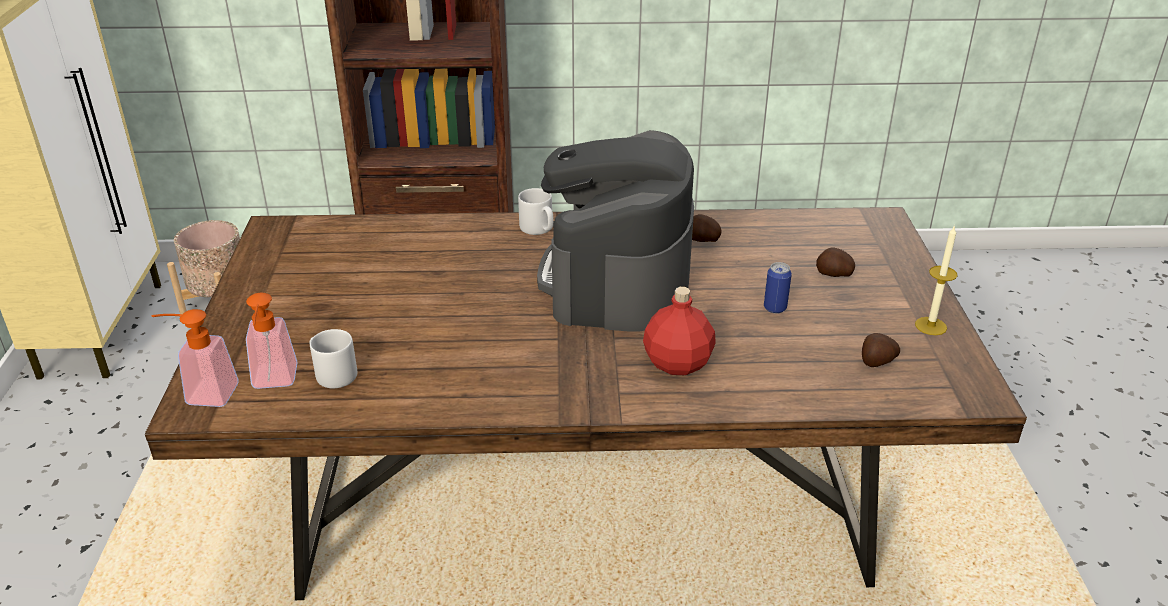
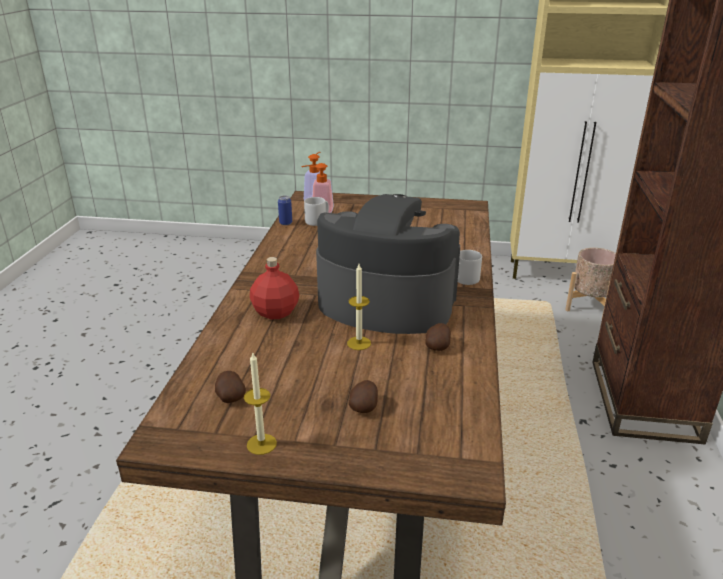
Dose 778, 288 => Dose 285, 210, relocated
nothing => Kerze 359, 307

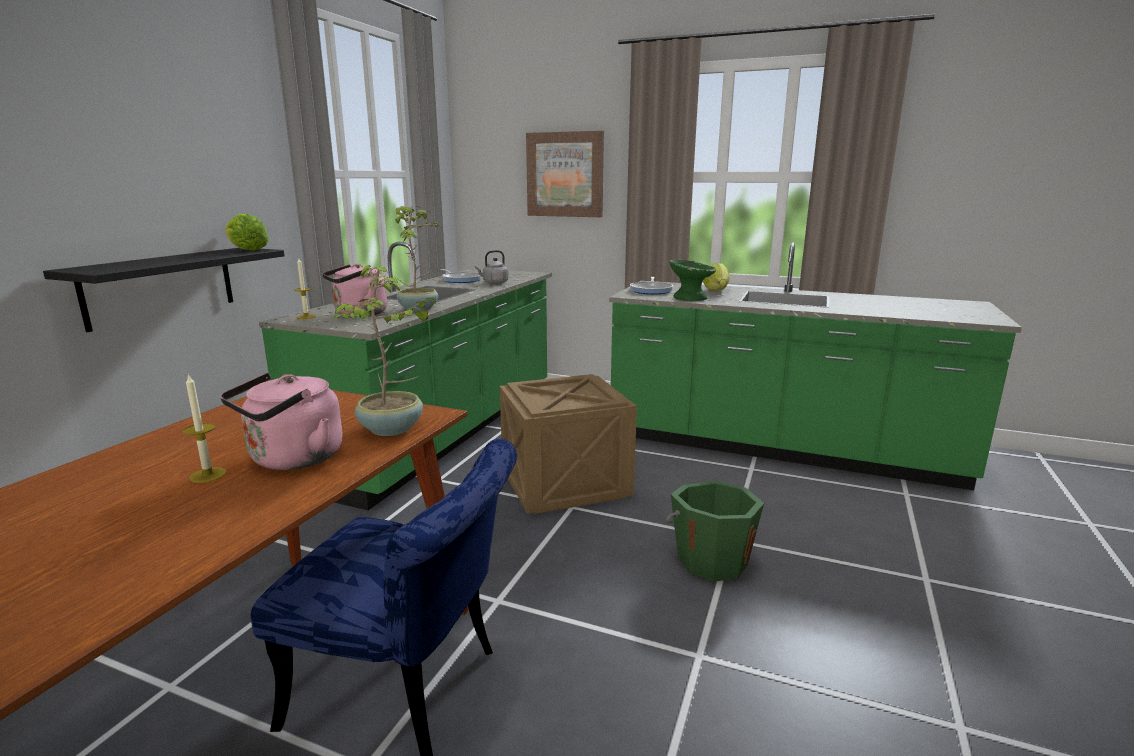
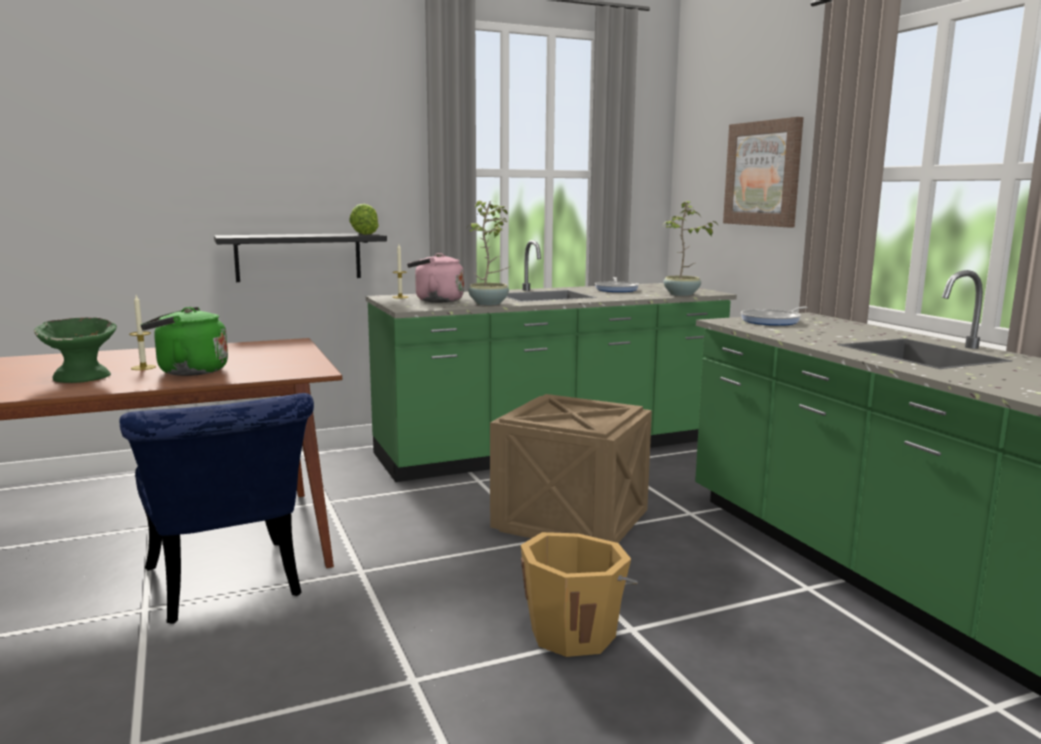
Wasserkessel [rosa] 281, 421 => Wasserkessel [grün] 184, 341
Topfpflanze 384, 350 => Topfpflanze 690, 248, relocated
Wasserkessel [grau] 492, 267 => nothing
Eimer [grün] 714, 531 => Eimer [orange] 579, 594
Schüssel [grün] 692, 280 => Schüssel [grün] 75, 350, relocated
Salatkopf 716, 277 => nothing

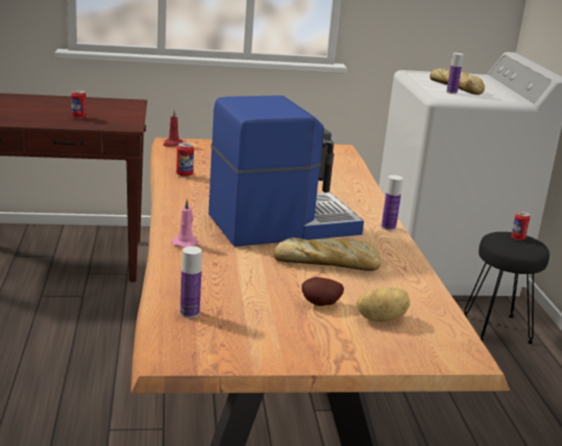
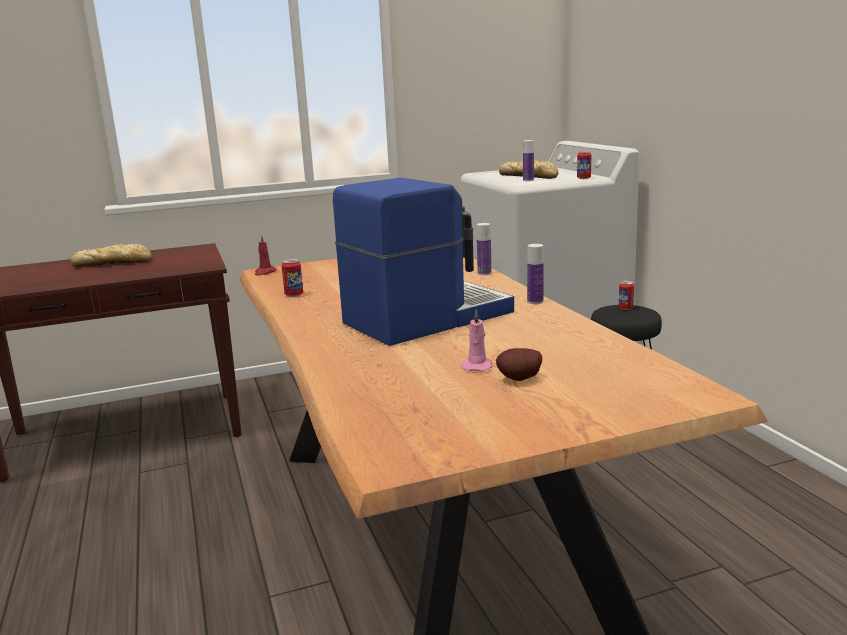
Dose 78, 104 => Dose 584, 165, relocated
Kerze [rosa] 185, 223 => Kerze [rosa] 476, 340, relocated
Flasche 191, 282 => Flasche 484, 249, relocated
Brot 327, 254 => Brot 111, 255, relocated
Kartoffel 383, 304 => nothing

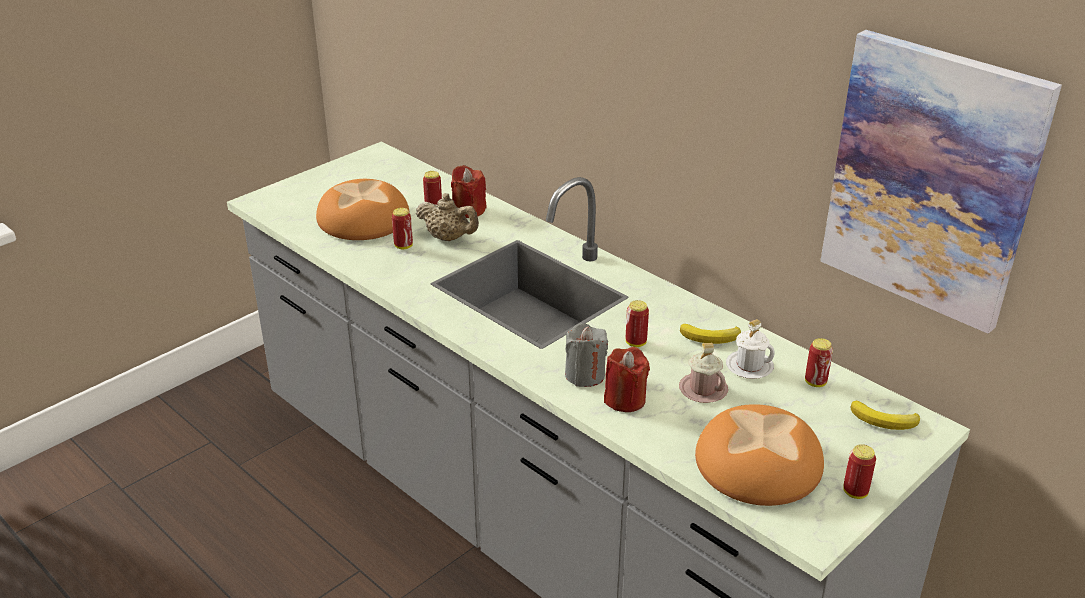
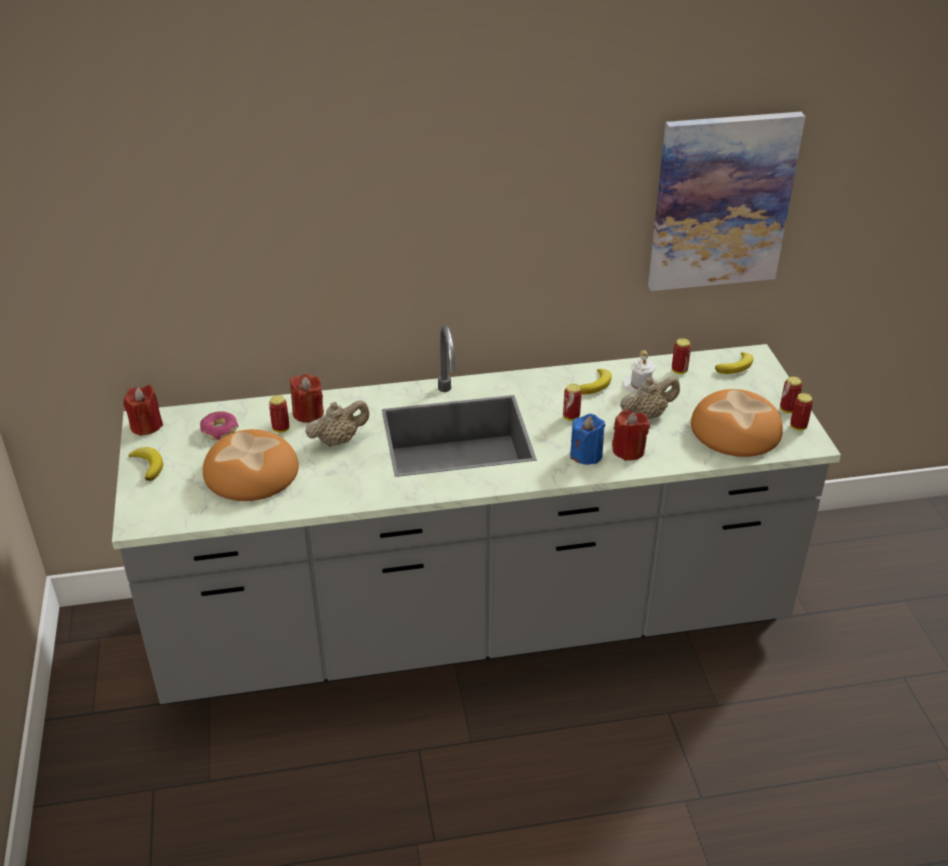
Dose 402, 228 => Dose 801, 412, relocated
Kerze [grau] 586, 355 => Kerze [blau] 588, 439
Henkelbecher [rosa] 703, 373 => Teekanne [beige] 650, 397
nothing => Kerze [rot] 143, 410
nothing => Banane 146, 464
nothing => Donut 219, 425

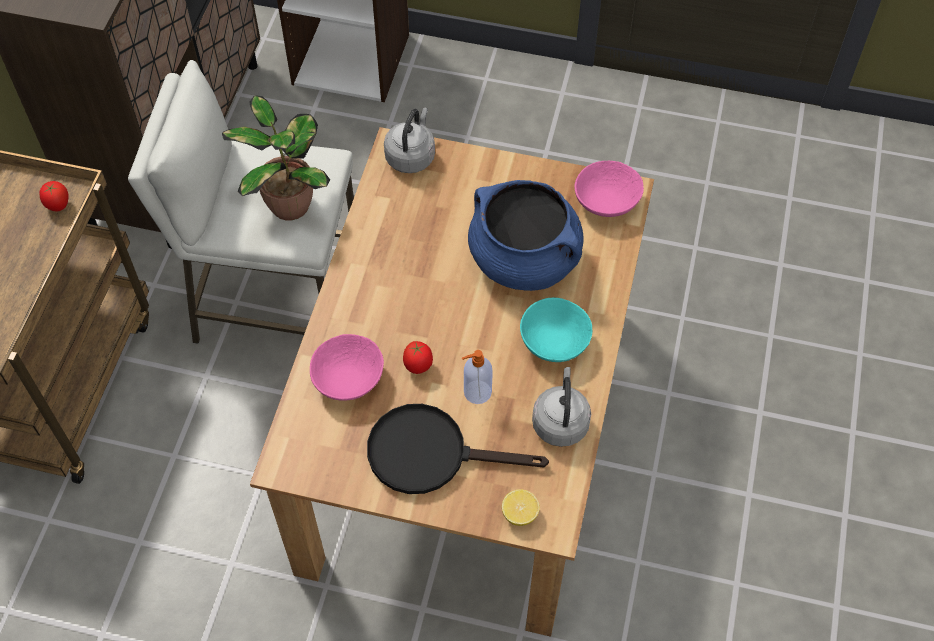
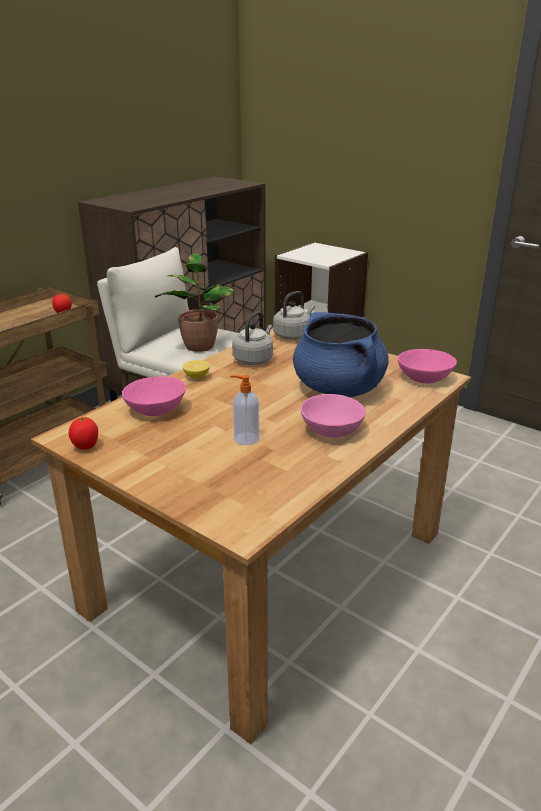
Pfanne [schwarz] 458, 449 => nothing
Tomate 418, 357 => Tomate 83, 433, relocated
Zitrone 521, 507 => Zitrone 196, 369, relocated
Schüssel [türkis] 556, 330 => Schüssel [rosa] 333, 415
Wasserkessel [grau] 561, 407 => Wasserkessel [grau] 252, 338, relocated

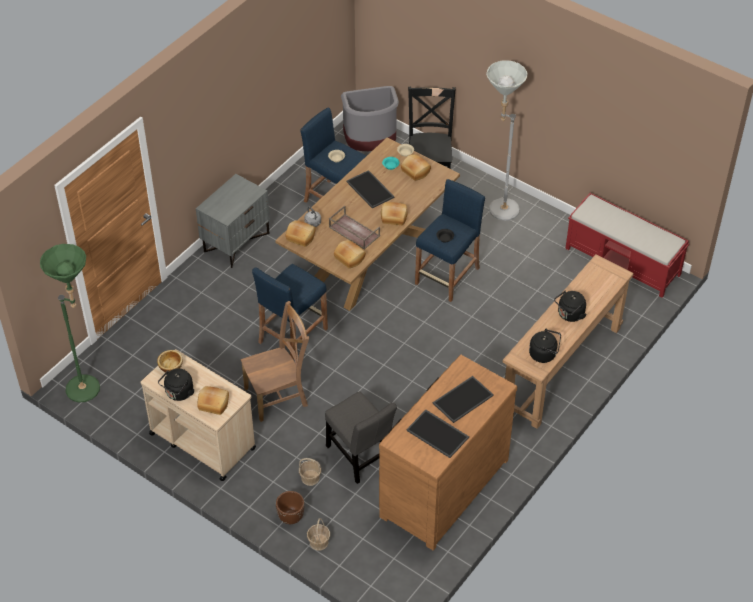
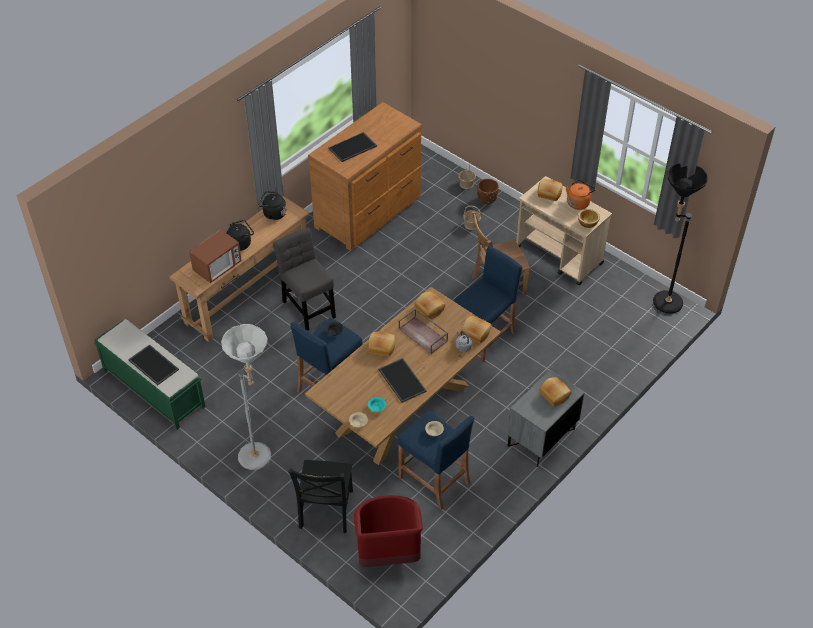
Stehlampe [grün] 70, 323 => Stehlampe [schwarz] 680, 238
Wasserkessel [schwarz] 176, 384 => Wasserkessel [orange] 581, 194
Stuhl [grau] 361, 437 => Stuhl [grau] 304, 279, relocated
Mülleimer [grau] 370, 118 => Mülleimer [rot] 388, 531
Brot 416, 167 => Brot 555, 391, relocated
Tablett 437, 434 => Tablett 153, 364, relocated
Bank [rot] 627, 245 => Bank [grün] 150, 374
nothing => Mikrowelle 215, 256

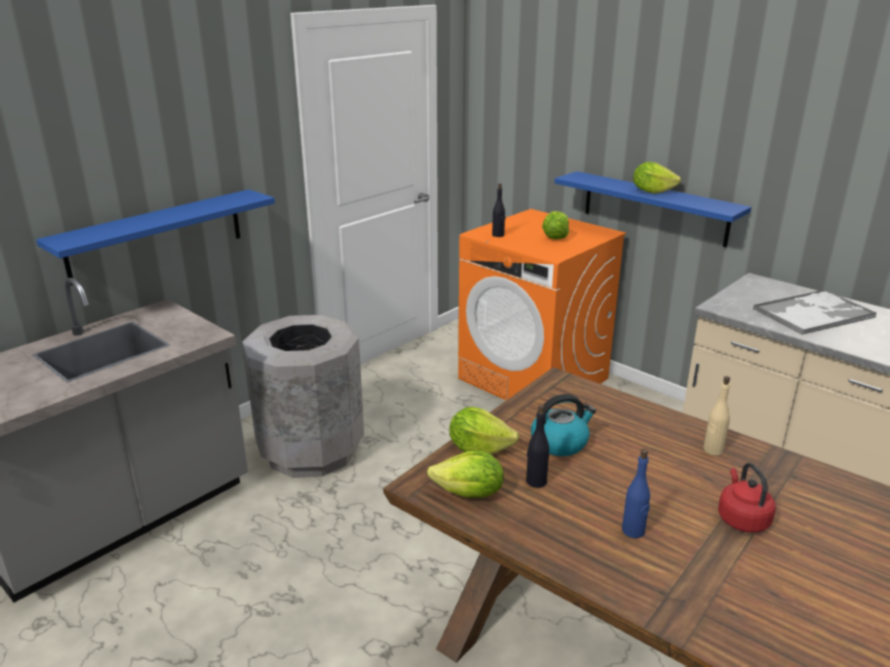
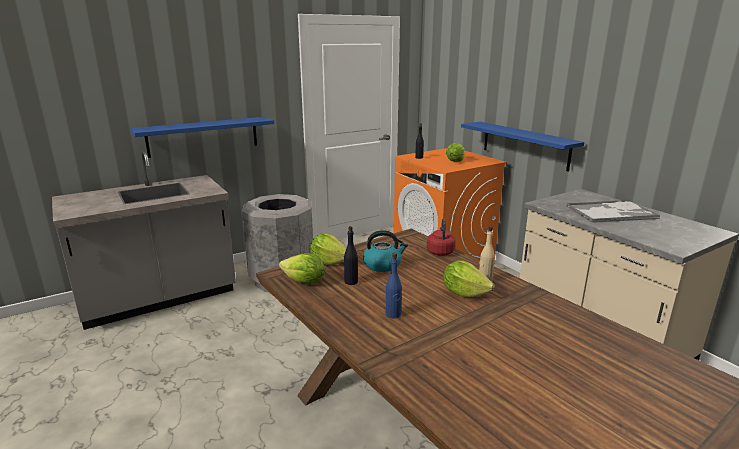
Salatkopf 657, 178 => Salatkopf 469, 278, relocated
Wasserkessel [rot] 747, 497 => Wasserkessel [rot] 441, 237, relocated

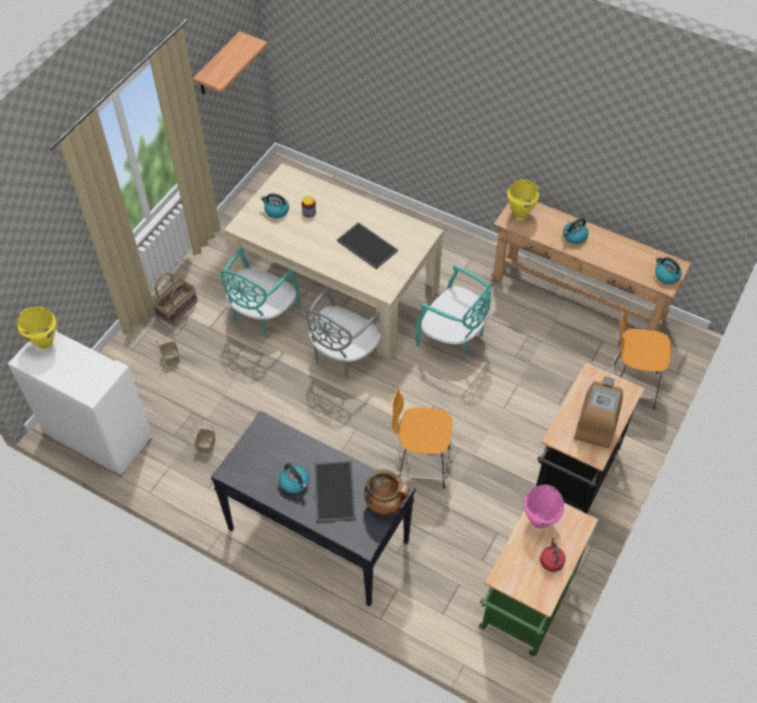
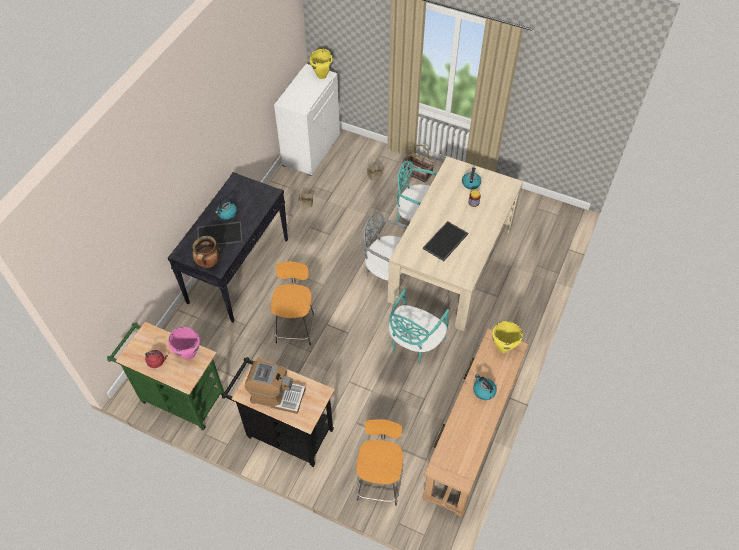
Wandregal 230, 63 => nothing
Wasserkessel 668, 270 => nothing

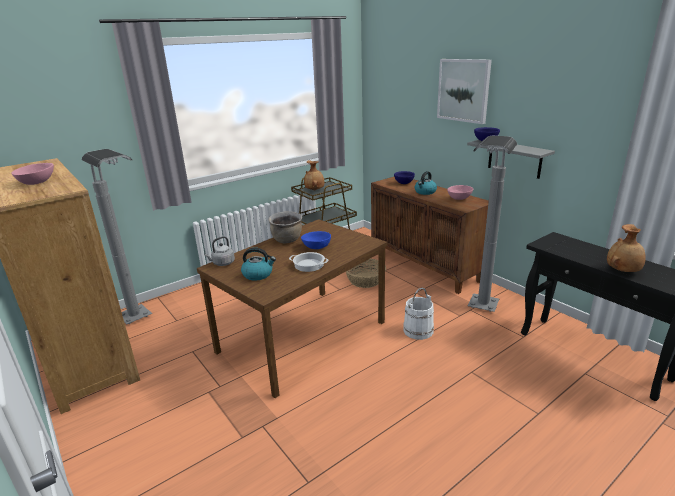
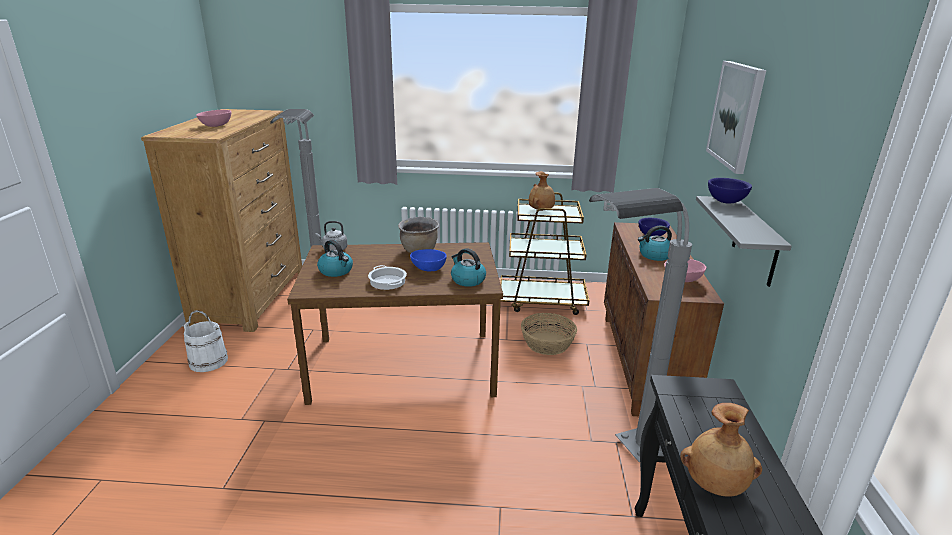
Eimer [weiß] 418, 313 => Eimer [weiß] 205, 341, relocated
nothing => Wasserkessel 468, 267

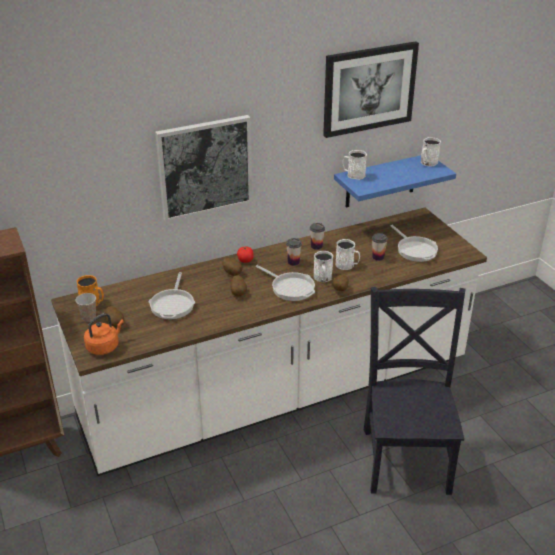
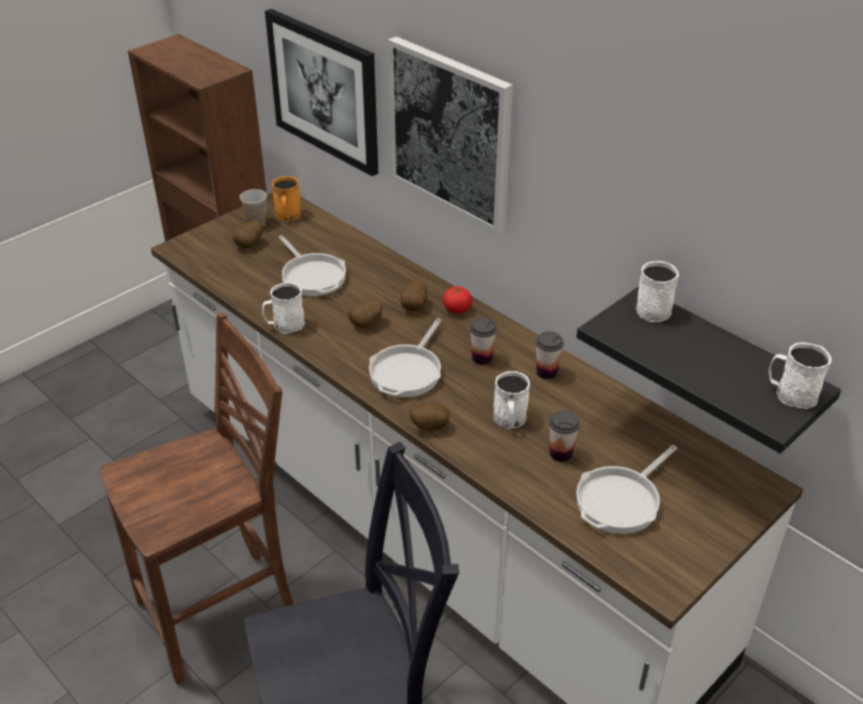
Wasserkessel [orange] 104, 334 => nothing
Pfanne 172, 295 => Pfanne 312, 265, 105 degrees counterclockwise
Henkelbecher [weiß] 323, 266 => Henkelbecher [weiß] 283, 308, relocated
Bild 371, 89 => Bild 321, 92, relocated
Wandregal [blau] 395, 181 => Wandregal [schwarz] 709, 370
nothing => Stuhl [braun] 197, 499

